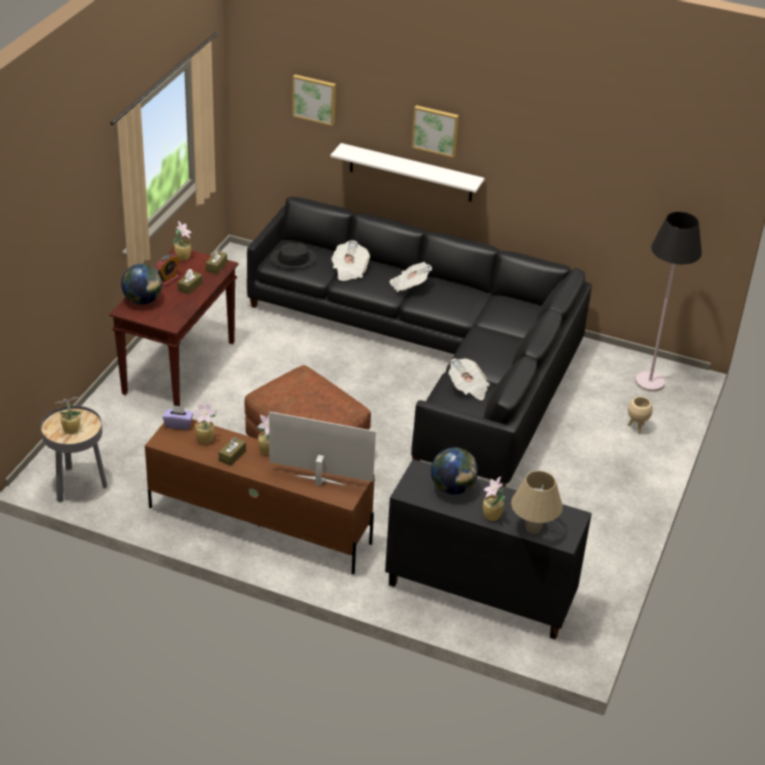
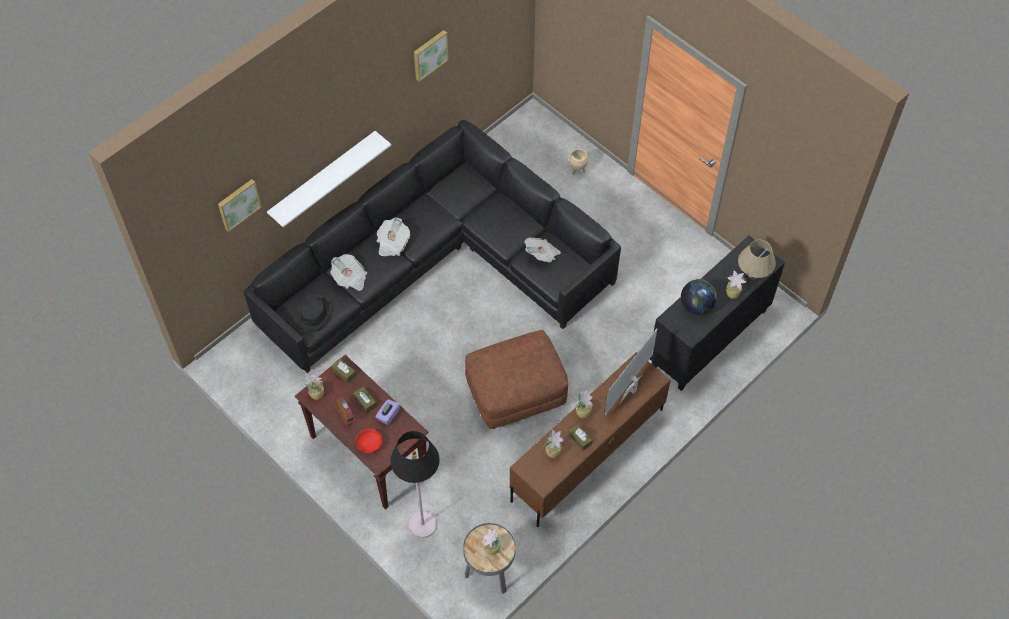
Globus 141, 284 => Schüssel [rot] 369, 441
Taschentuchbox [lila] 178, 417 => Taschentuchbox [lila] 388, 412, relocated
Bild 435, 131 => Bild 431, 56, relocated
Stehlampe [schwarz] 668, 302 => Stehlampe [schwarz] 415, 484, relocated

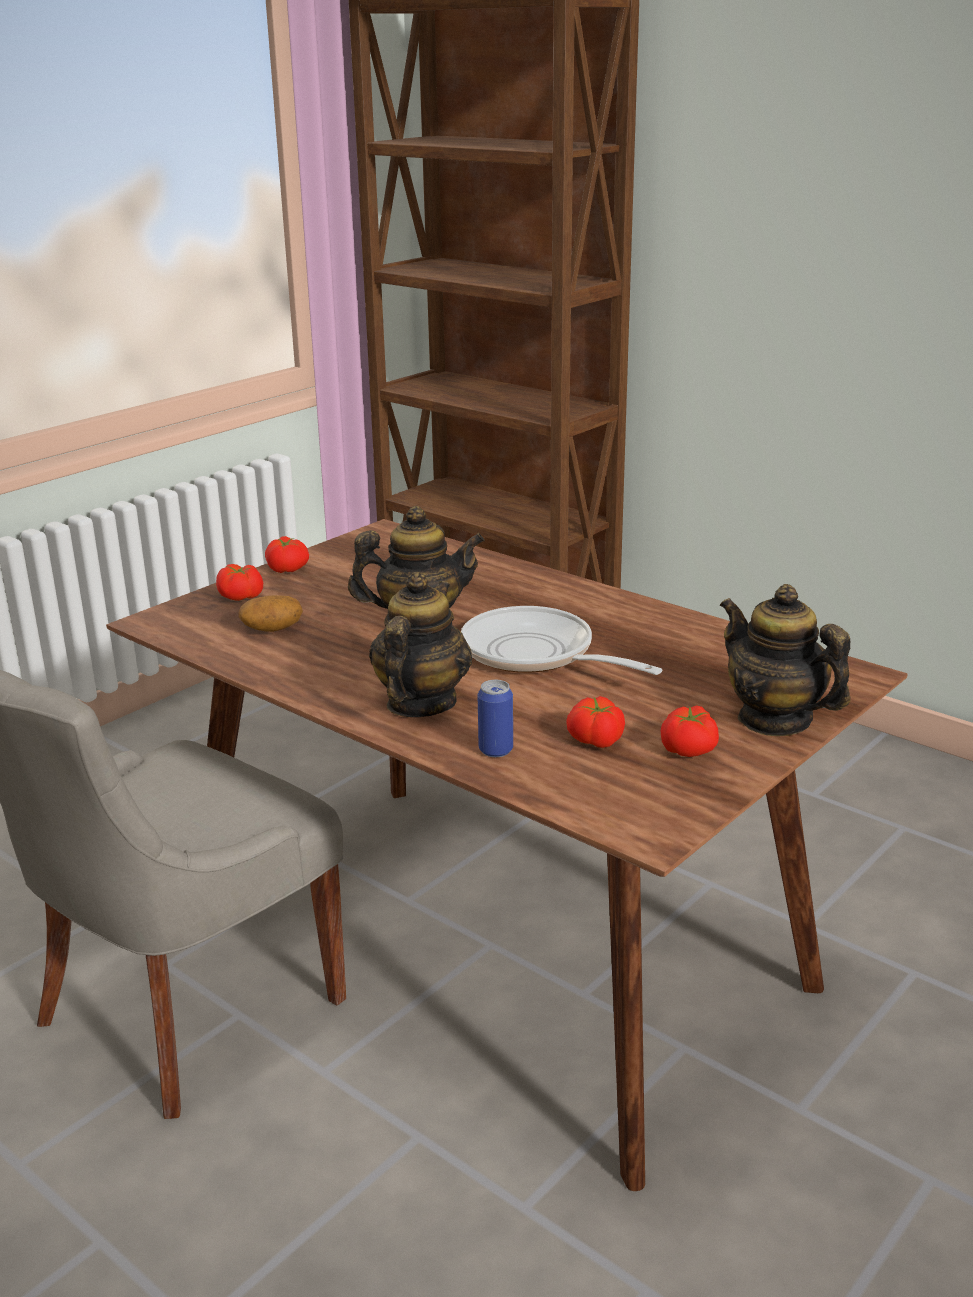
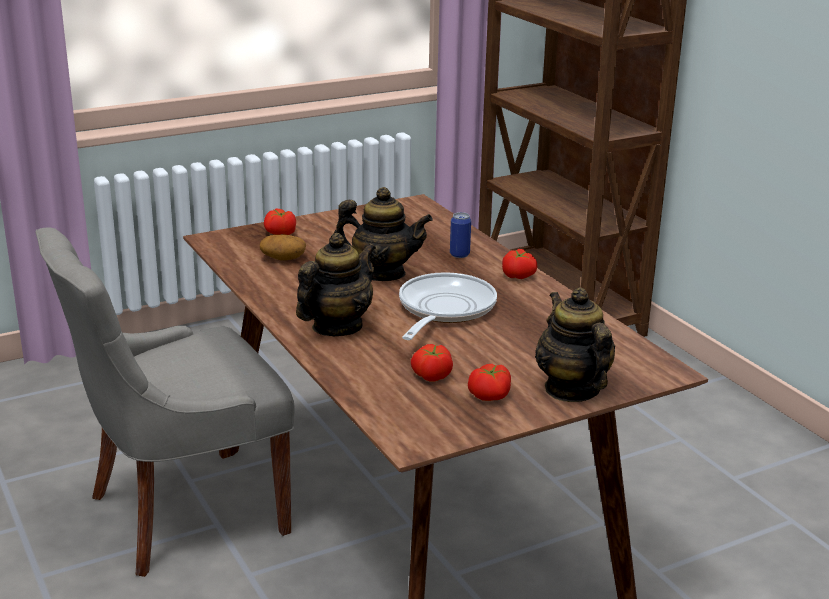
Tomate 287, 554 => Tomate 519, 264, relocated
Pfanne 561, 640 => Pfanne 448, 306, 45 degrees clockwise
Dose 495, 718 => Dose 460, 235, relocated

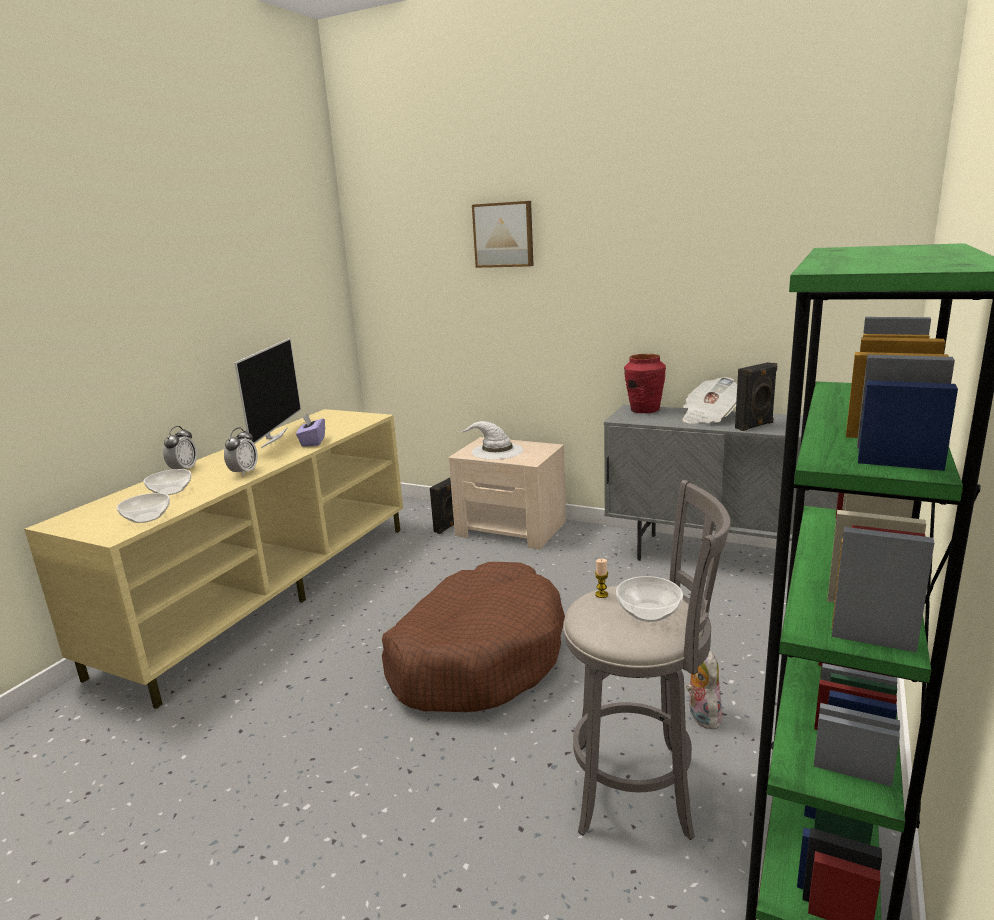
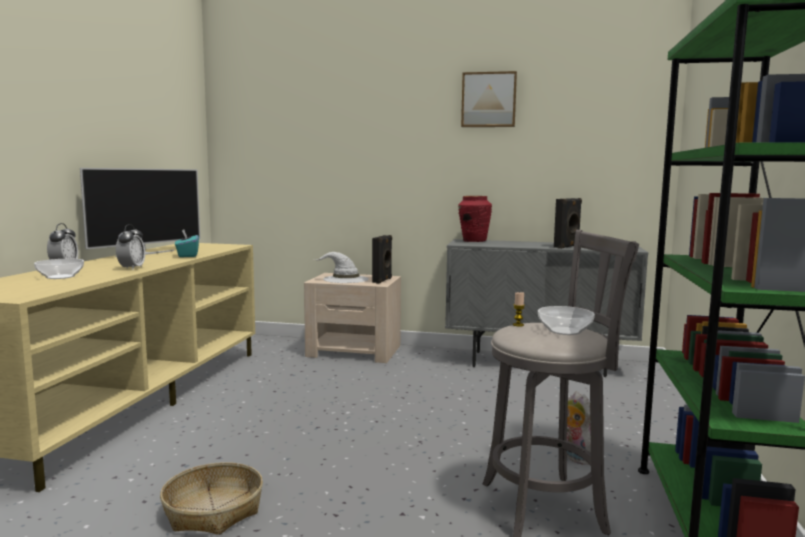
Schüssel 143, 508 => nothing
Fernseher 267, 393 => Fernseher 140, 212, 45 degrees clockwise
Taschentuchbox [lila] 310, 430 => Taschentuchbox [türkis] 187, 243
Hundebett [braun] 473, 637 => nothing
Lautsprecher [schwarz] 442, 505 => Lautsprecher [schwarz] 382, 259, relocated
Bild 503, 234 => Bild 489, 99, relocated
Zeitung 709, 400 => nothing
nothing => Korb 211, 498

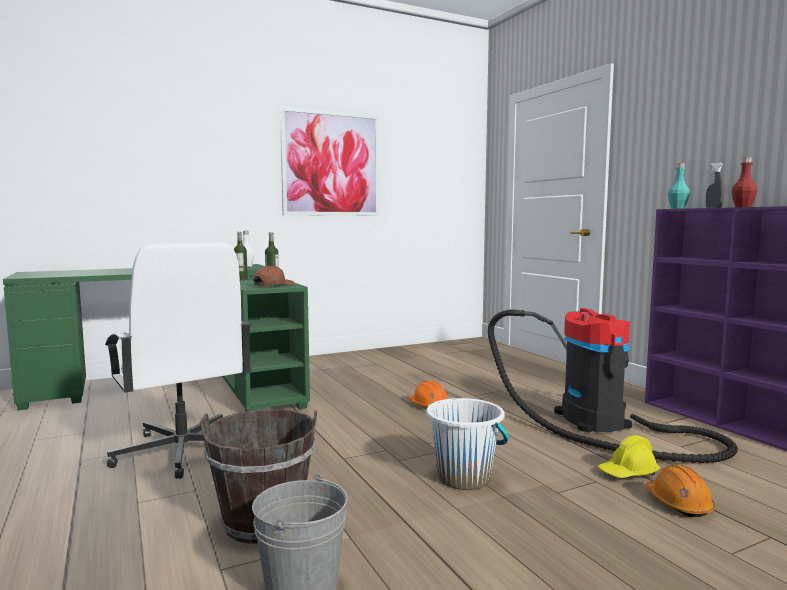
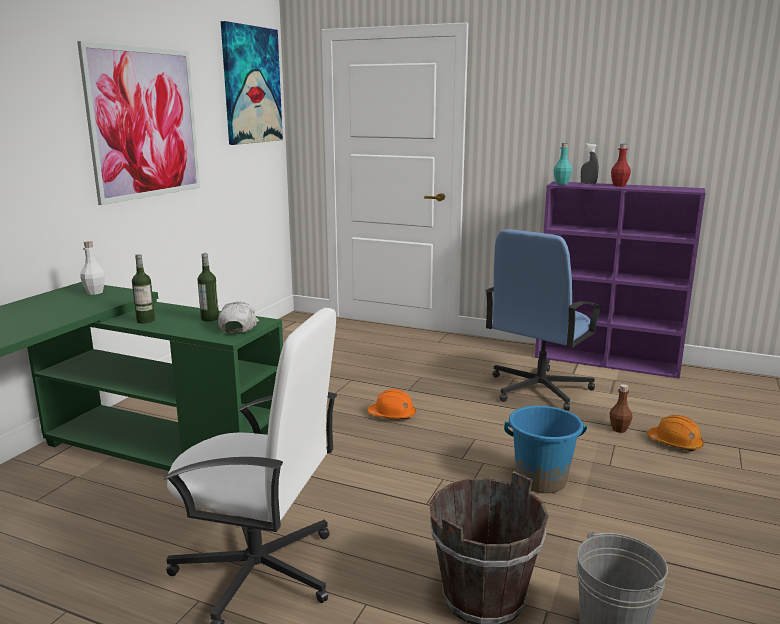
Kappe [braun] 274, 275 => Kappe [weiß] 238, 317
Eimer [weiß] 467, 444 => Eimer [blau] 545, 449
Staubsauger 613, 385 => Bürostuhl [blau] 544, 320
Schutzhelm [gelb] 629, 456 => Flasche [braun] 621, 408
nothing => Bild 252, 83

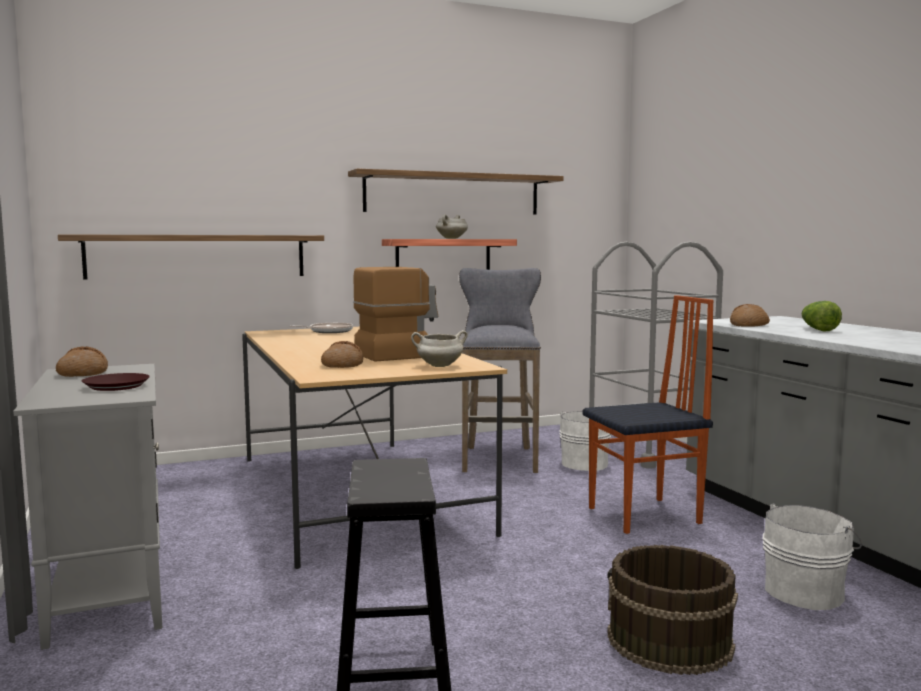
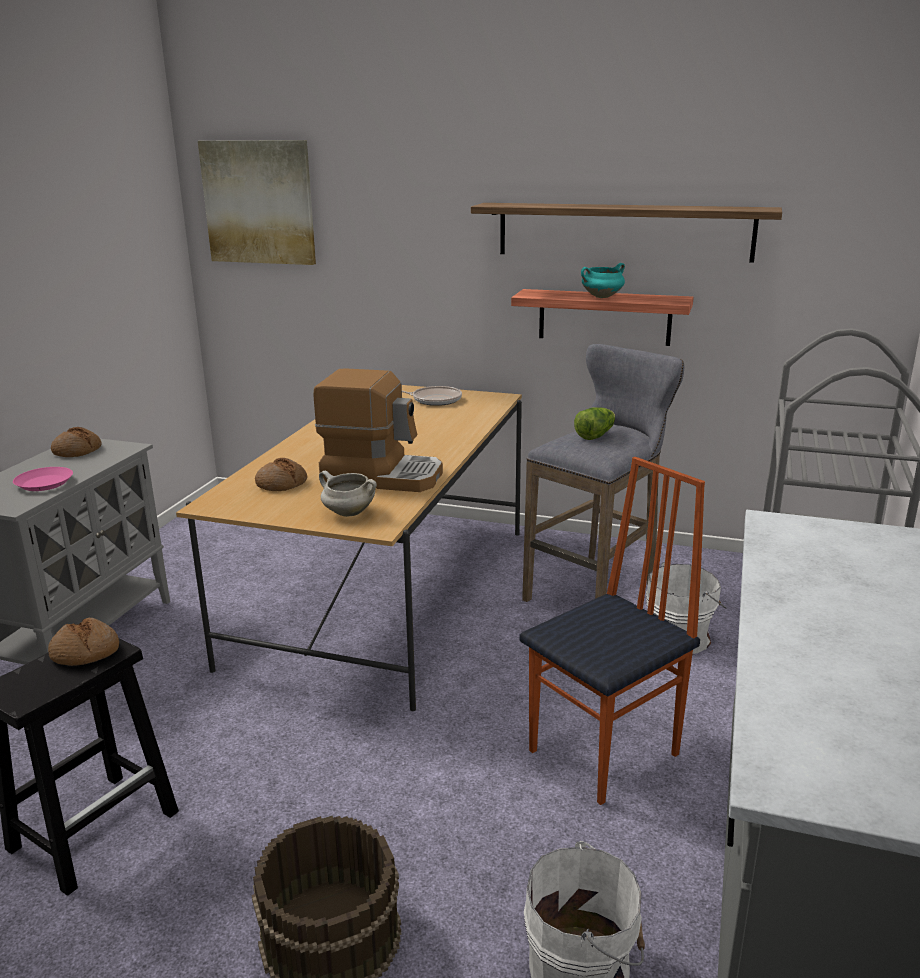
Wandregal 191, 257 => nothing
Teller [braun] 116, 382 => Teller [rosa] 43, 479
Kochtopf [weiß] 452, 227 => Kochtopf [türkis] 603, 280
Stuhl 648, 414 => Stuhl 612, 631, 60 degrees counterclockwise
Brot 750, 315 => Brot 83, 642, relocated
Salatkopf 821, 316 => Salatkopf 594, 423, relocated
nothing => Bild 257, 202

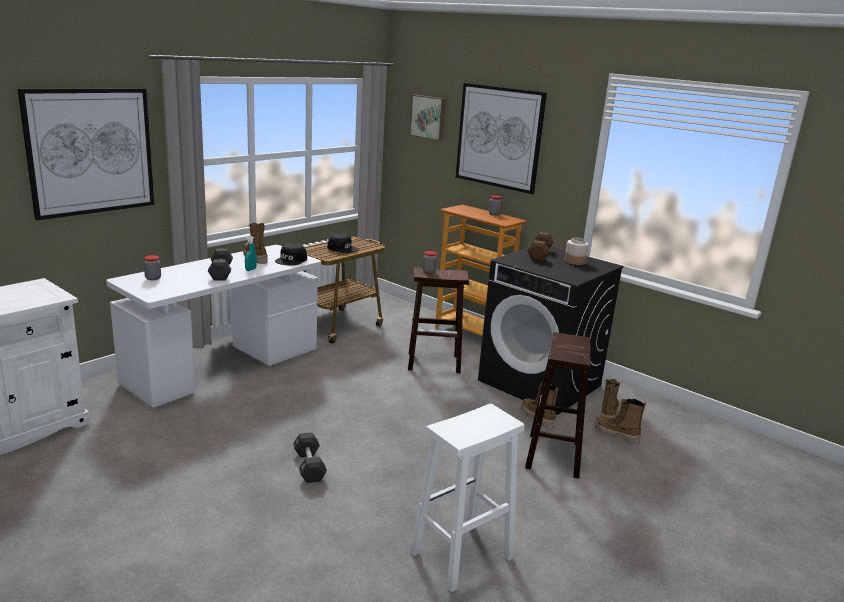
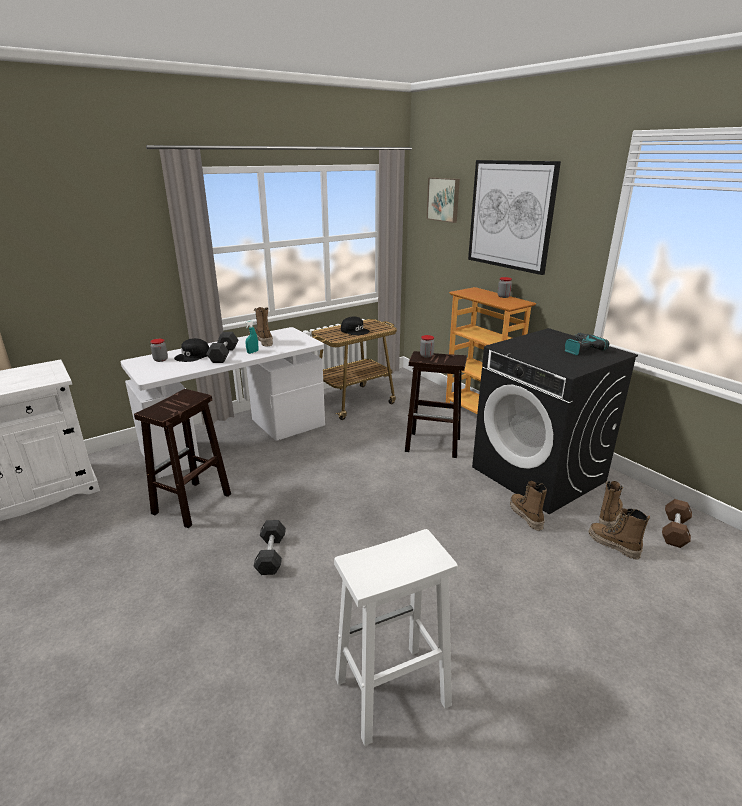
Bild 85, 154 => nothing
Kappe [schwarz] 291, 254 => Kappe [schwarz] 191, 350, relocated
Hocker [braun] 558, 405 => Hocker [braun] 182, 458, relocated
Hantel [braun] 540, 246 => Hantel [braun] 677, 523, relocated
Vorratsglas 577, 251 => Bohrmaschine 587, 344

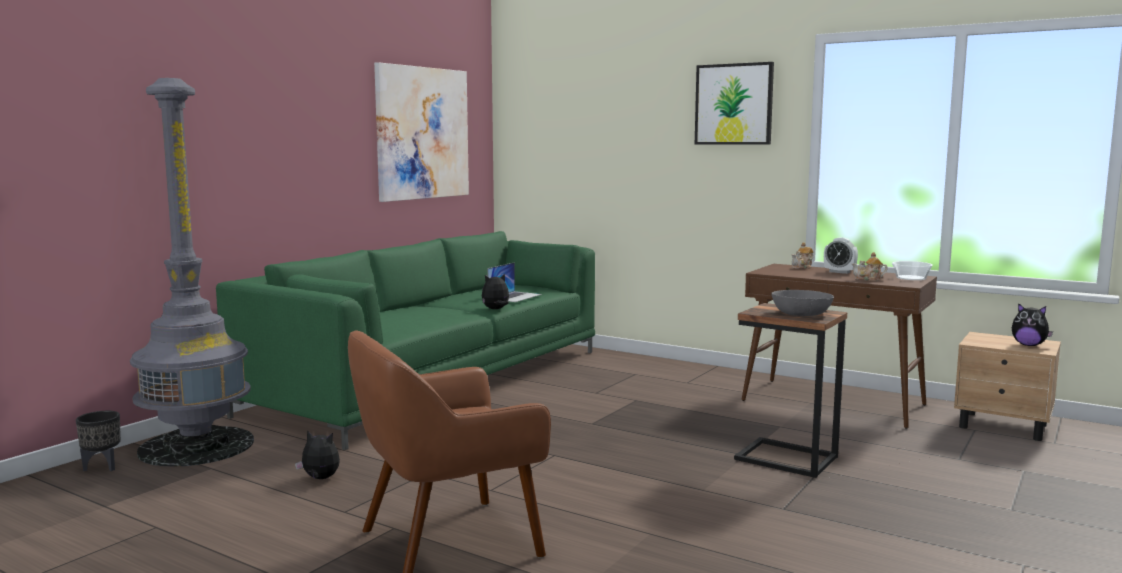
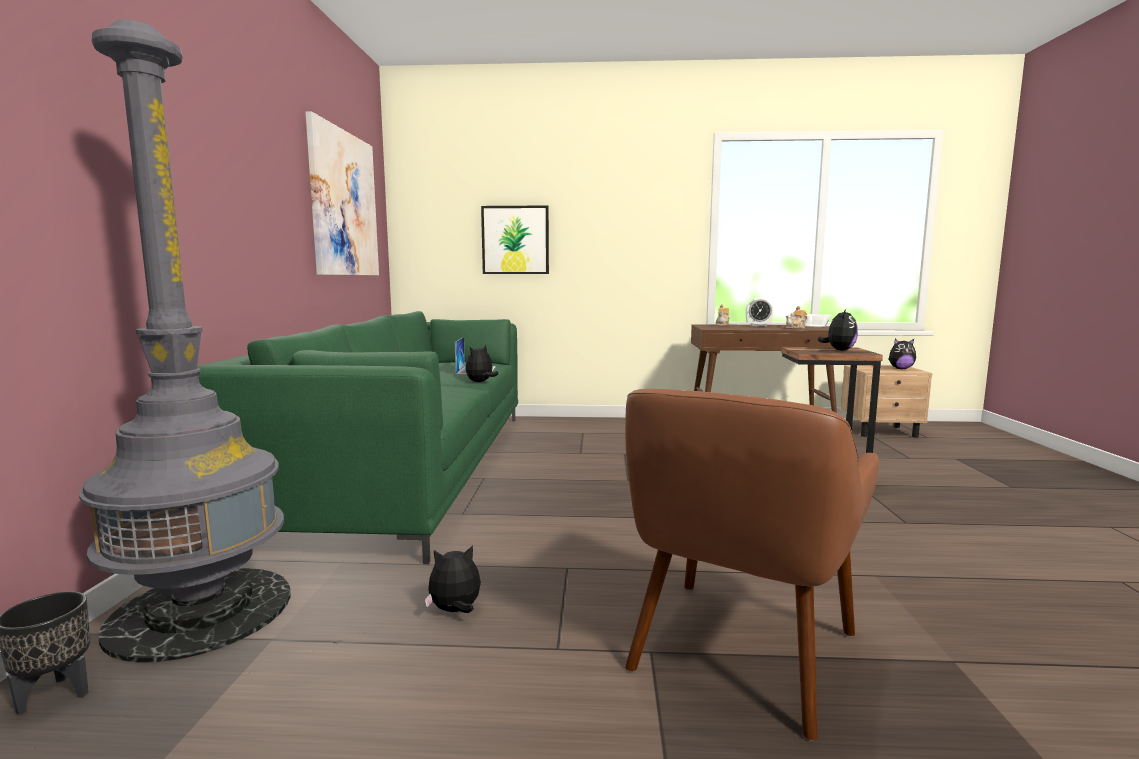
Bild 734, 103 => Bild 515, 239, relocated
Schüssel [grau] 802, 303 => Plüschtier 838, 330

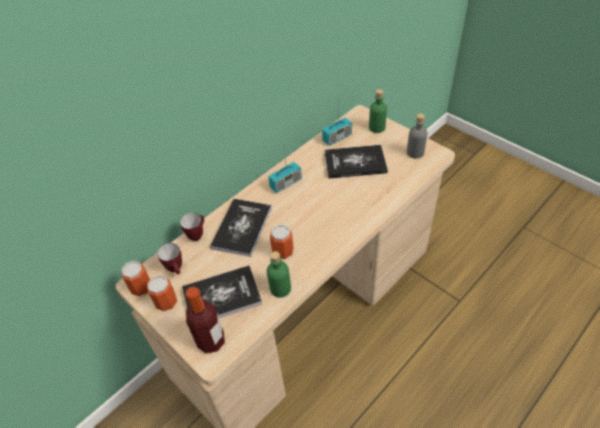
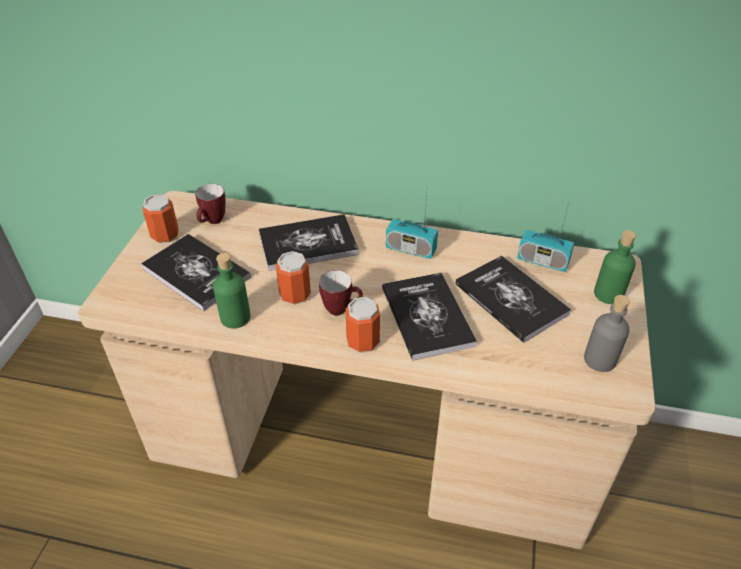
Dose 135, 278 => Dose 363, 325, relocated
Henkelbecher 192, 227 => Henkelbecher 341, 293, relocated
Flasche 205, 320 => nothing
nothing => Buch 429, 316

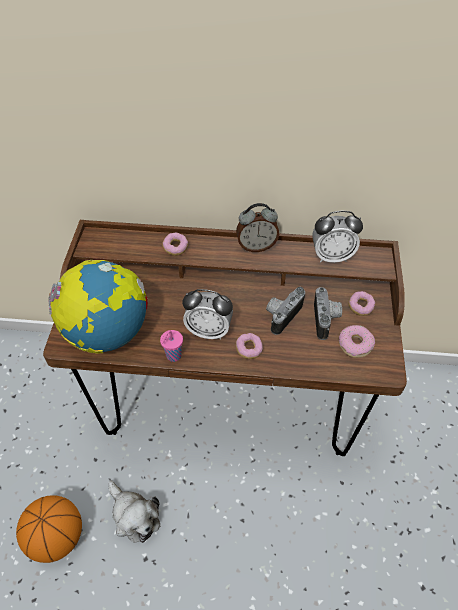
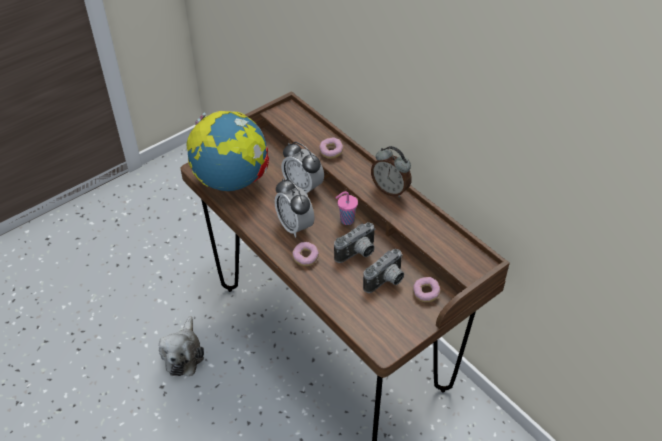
Basketball 49, 529 => nothing
Tasse [rosa] 171, 346 => Tasse [rosa] 347, 208, relocated
Kamera 285, 311 => Kamera 355, 242, 150 degrees clockwise
Wecker 337, 237 => Wecker 302, 169, relocated
Donut 357, 341 => nothing

